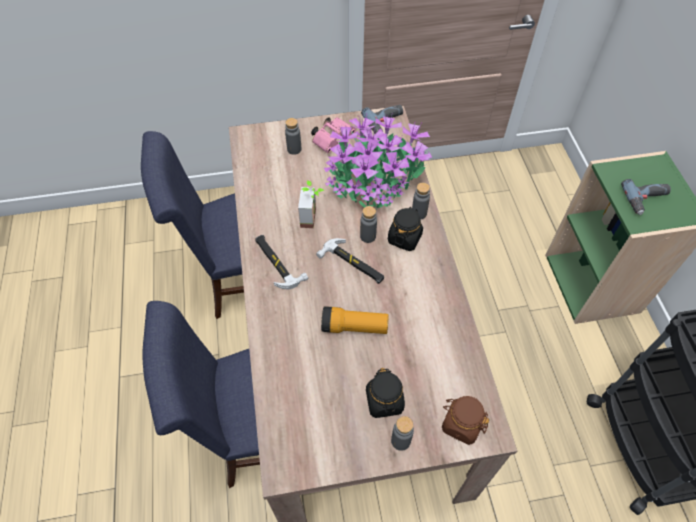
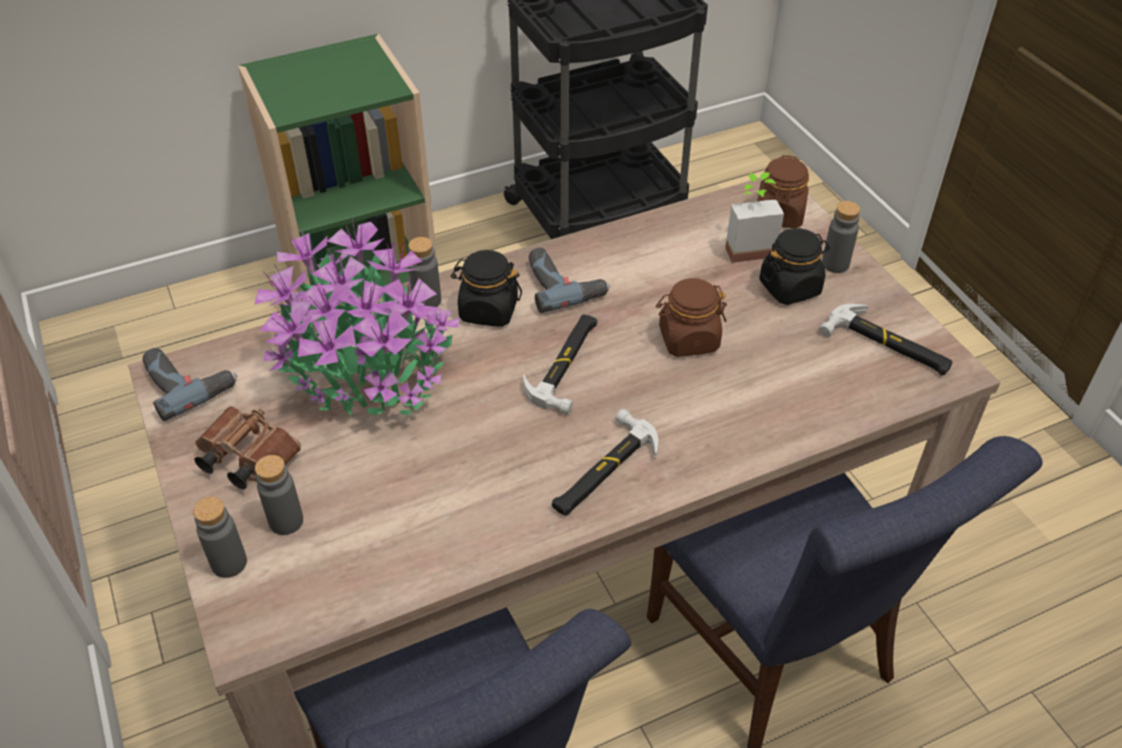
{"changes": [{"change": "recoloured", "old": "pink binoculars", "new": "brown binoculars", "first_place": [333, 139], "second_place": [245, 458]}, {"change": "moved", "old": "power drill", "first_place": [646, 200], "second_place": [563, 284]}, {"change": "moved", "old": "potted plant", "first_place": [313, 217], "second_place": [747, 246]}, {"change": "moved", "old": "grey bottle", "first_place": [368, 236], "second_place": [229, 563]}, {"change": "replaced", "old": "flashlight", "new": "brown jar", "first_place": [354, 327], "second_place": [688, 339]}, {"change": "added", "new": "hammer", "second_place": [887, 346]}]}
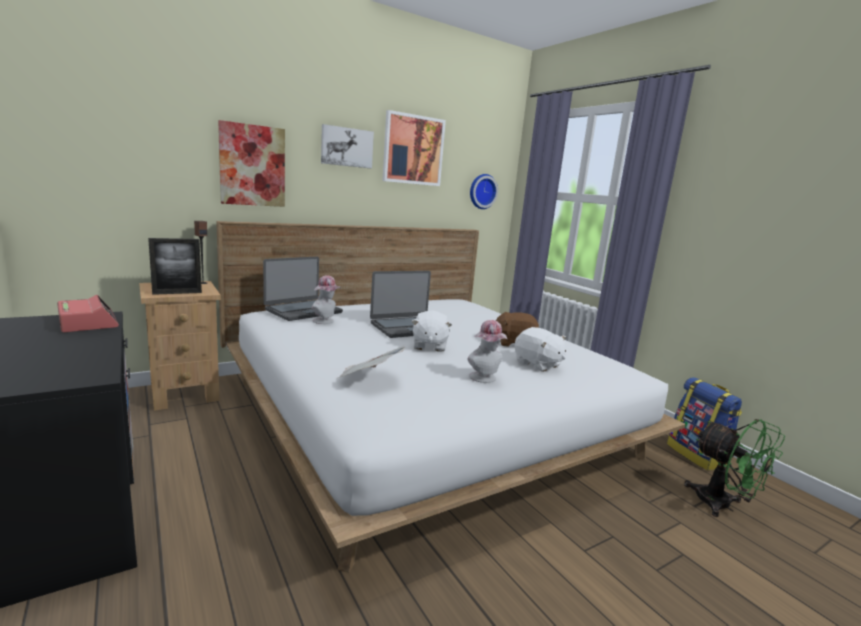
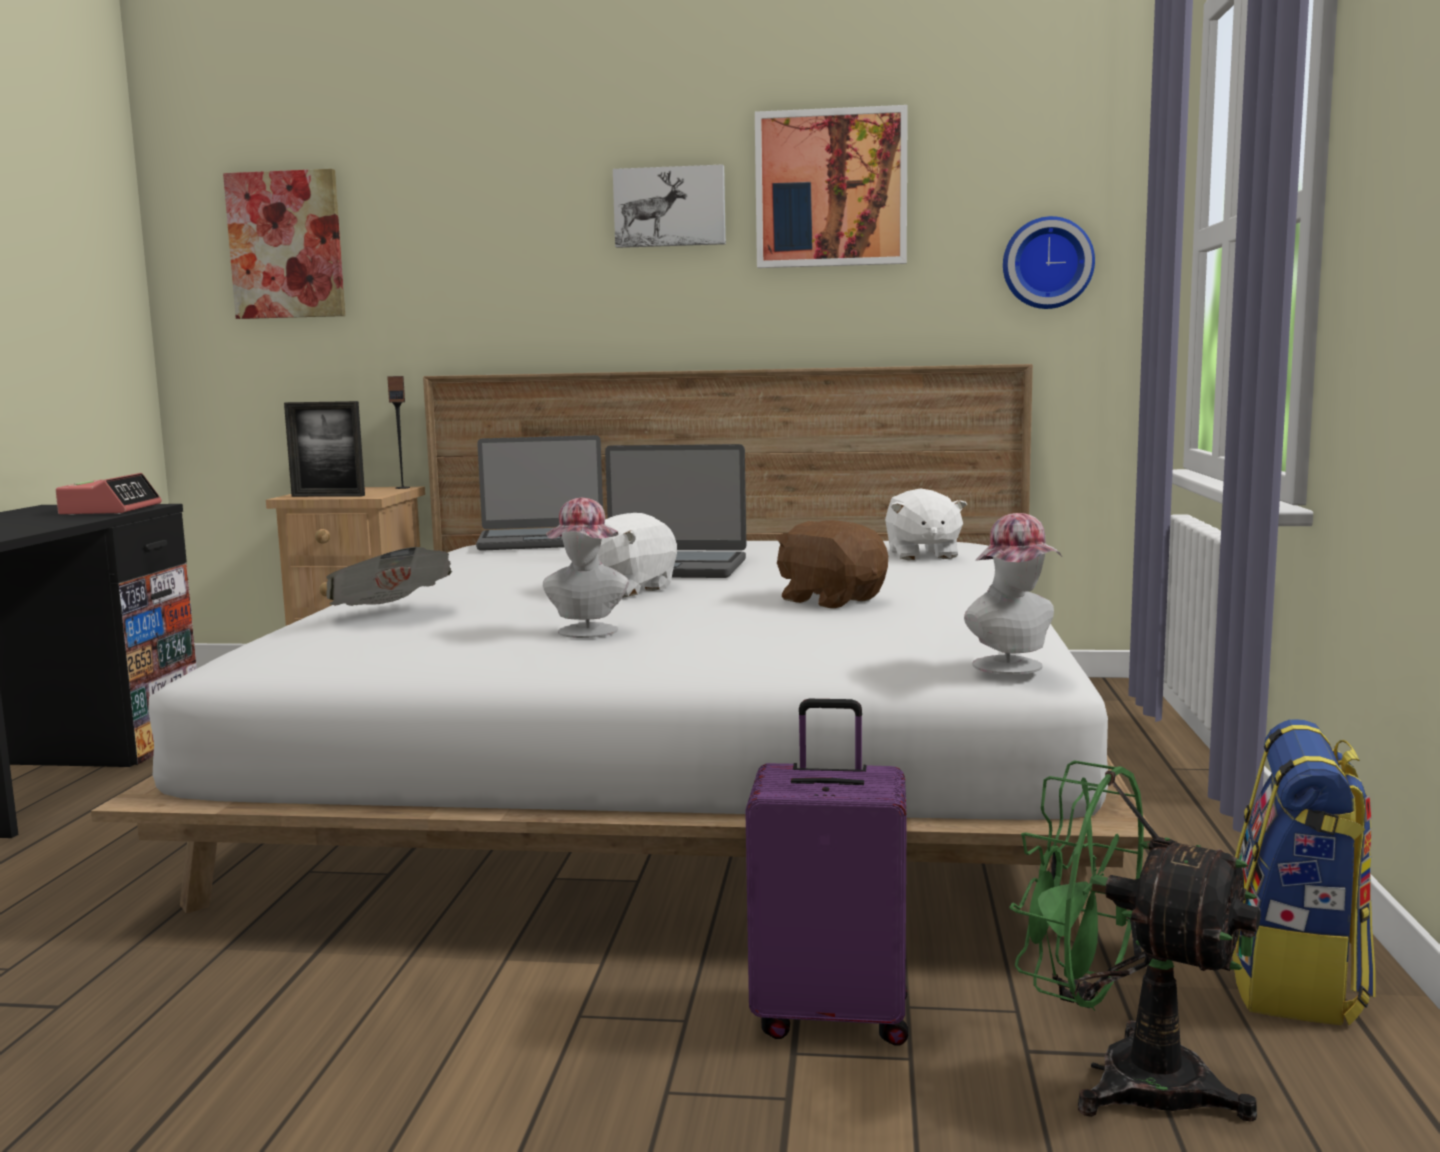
{"changes": [{"change": "moved", "old": "picture", "first_place": [252, 165], "second_place": [286, 245]}, {"change": "moved", "old": "hat", "first_place": [325, 321], "second_place": [1014, 667]}, {"change": "moved", "old": "white plush toy", "first_place": [537, 364], "second_place": [921, 555]}, {"change": "turned", "old": "green fan", "first_place": [722, 506], "second_place": [1123, 1077], "degrees": 120}, {"change": "added", "new": "purple suitcase", "second_place": [832, 1014]}]}
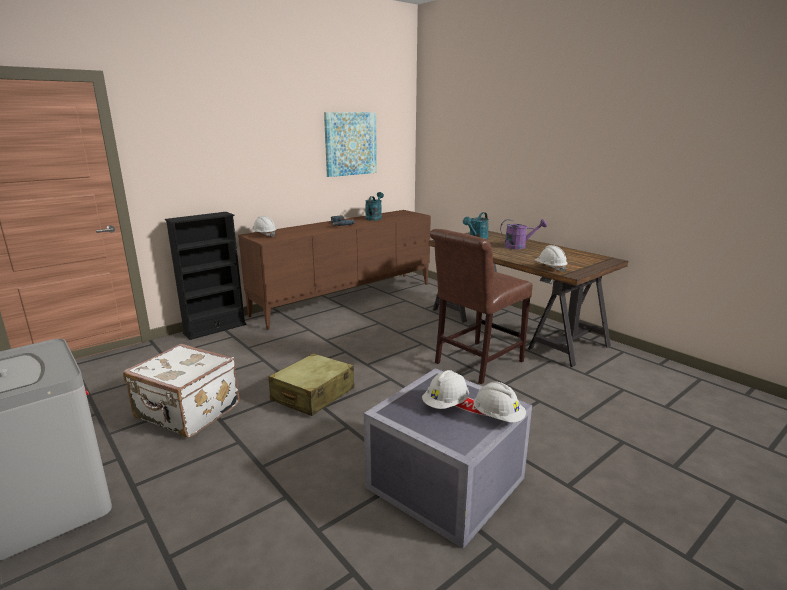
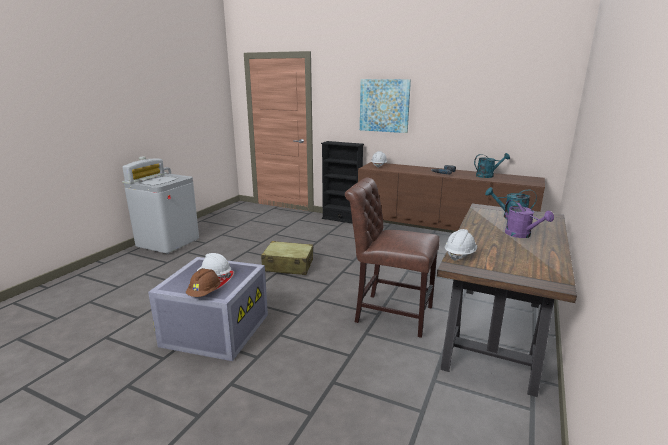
{"changes": [{"change": "moved", "old": "picture", "first_place": [350, 144], "second_place": [384, 105]}, {"change": "removed", "old": "white suitcase", "first_place": [187, 412]}, {"change": "recoloured", "old": "white hard hat", "new": "brown hard hat", "first_place": [498, 417], "second_place": [204, 293]}]}
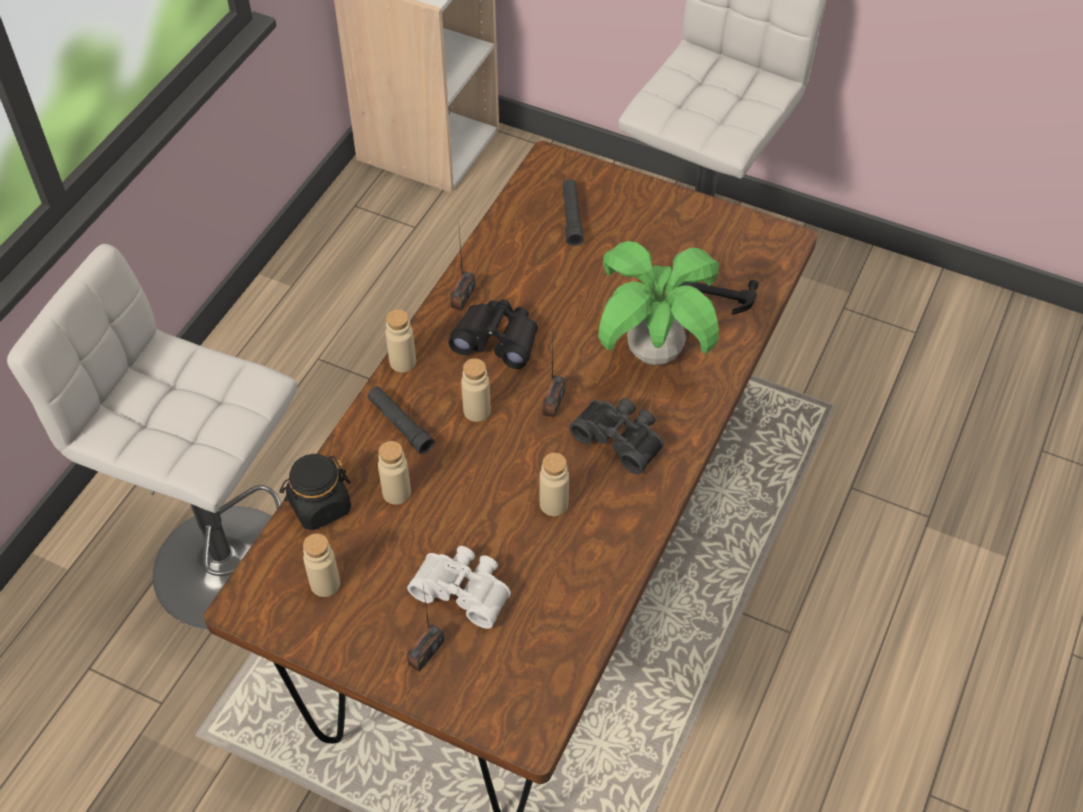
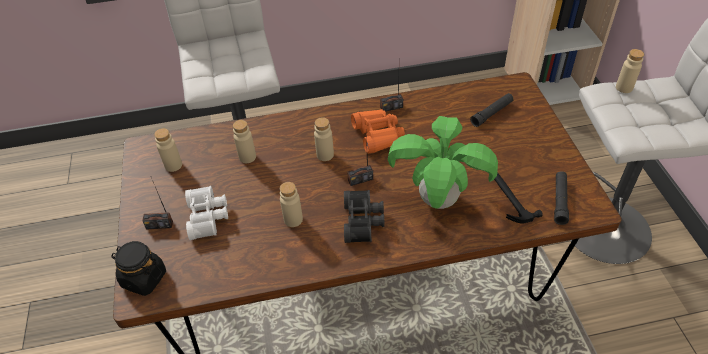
{"changes": [{"change": "recoloured", "old": "black binoculars", "new": "orange binoculars", "first_place": [497, 340], "second_place": [378, 135]}, {"change": "moved", "old": "beige bottle", "first_place": [403, 362], "second_place": [624, 88]}, {"change": "moved", "old": "black flashlight", "first_place": [400, 424], "second_place": [560, 201]}, {"change": "moved", "old": "black jar", "first_place": [319, 506], "second_place": [144, 278]}]}
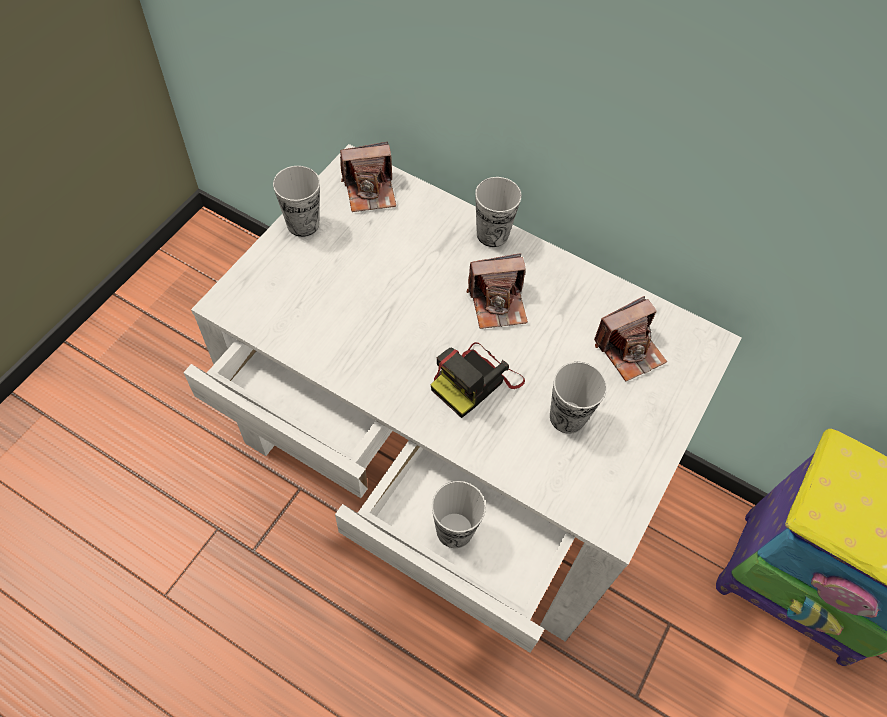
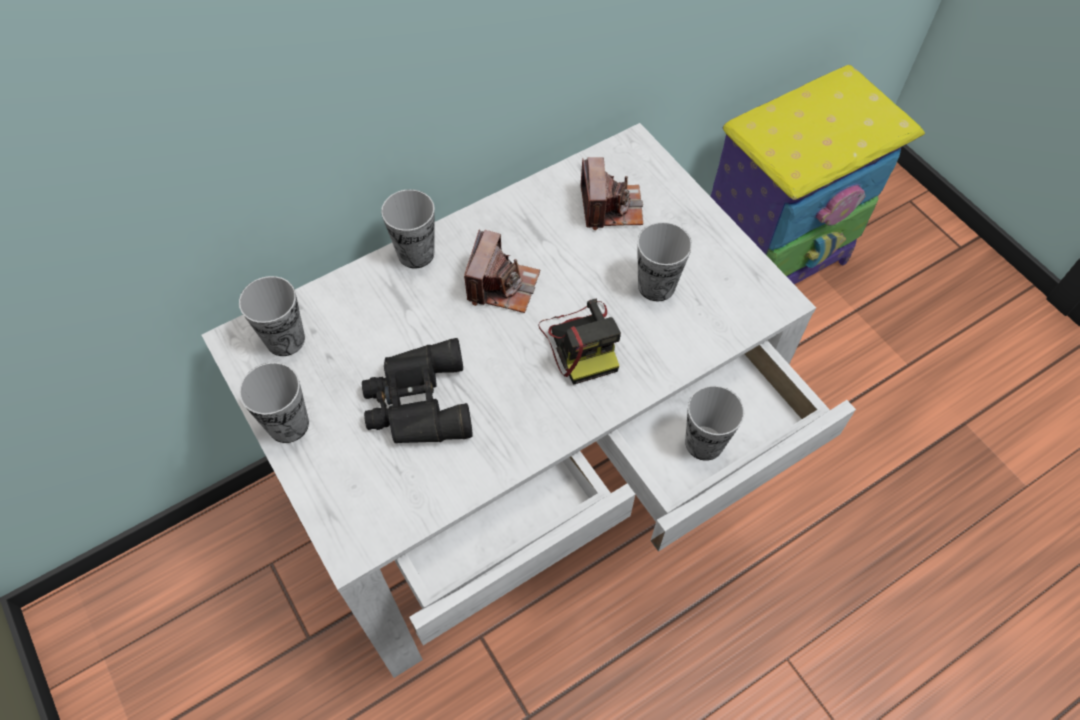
{"changes": [{"change": "replaced", "old": "photo camera", "new": "cup", "first_place": [370, 191], "second_place": [285, 339]}, {"change": "added", "new": "black binoculars", "second_place": [416, 403]}]}
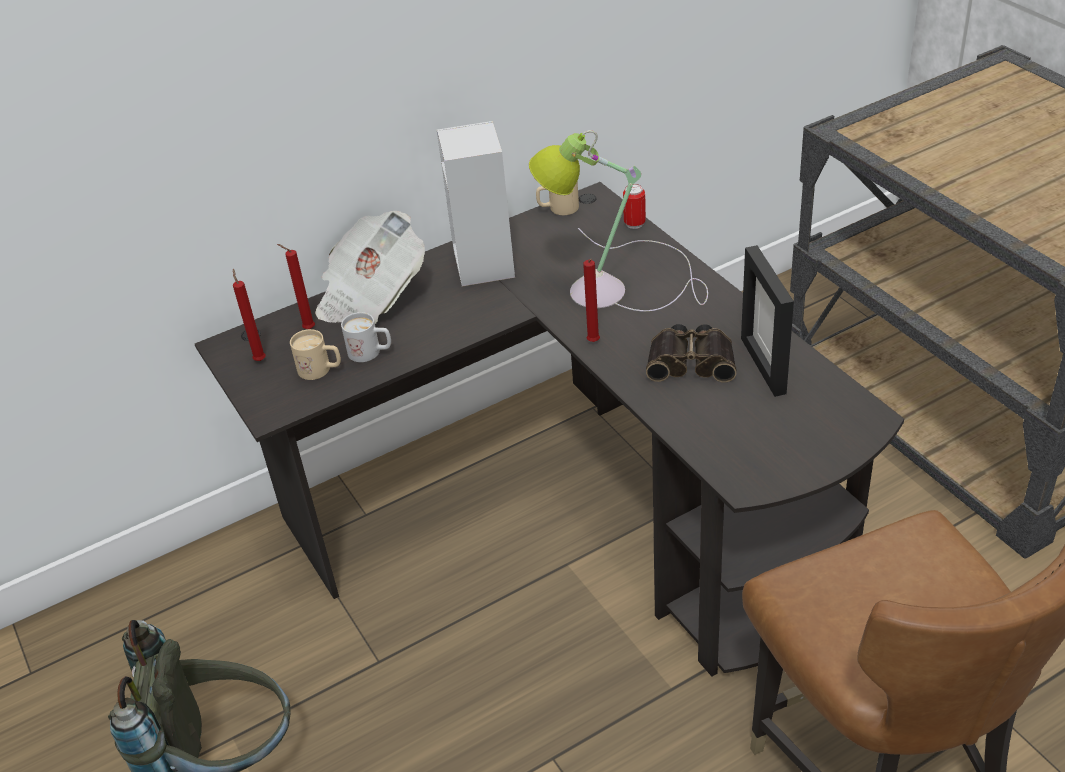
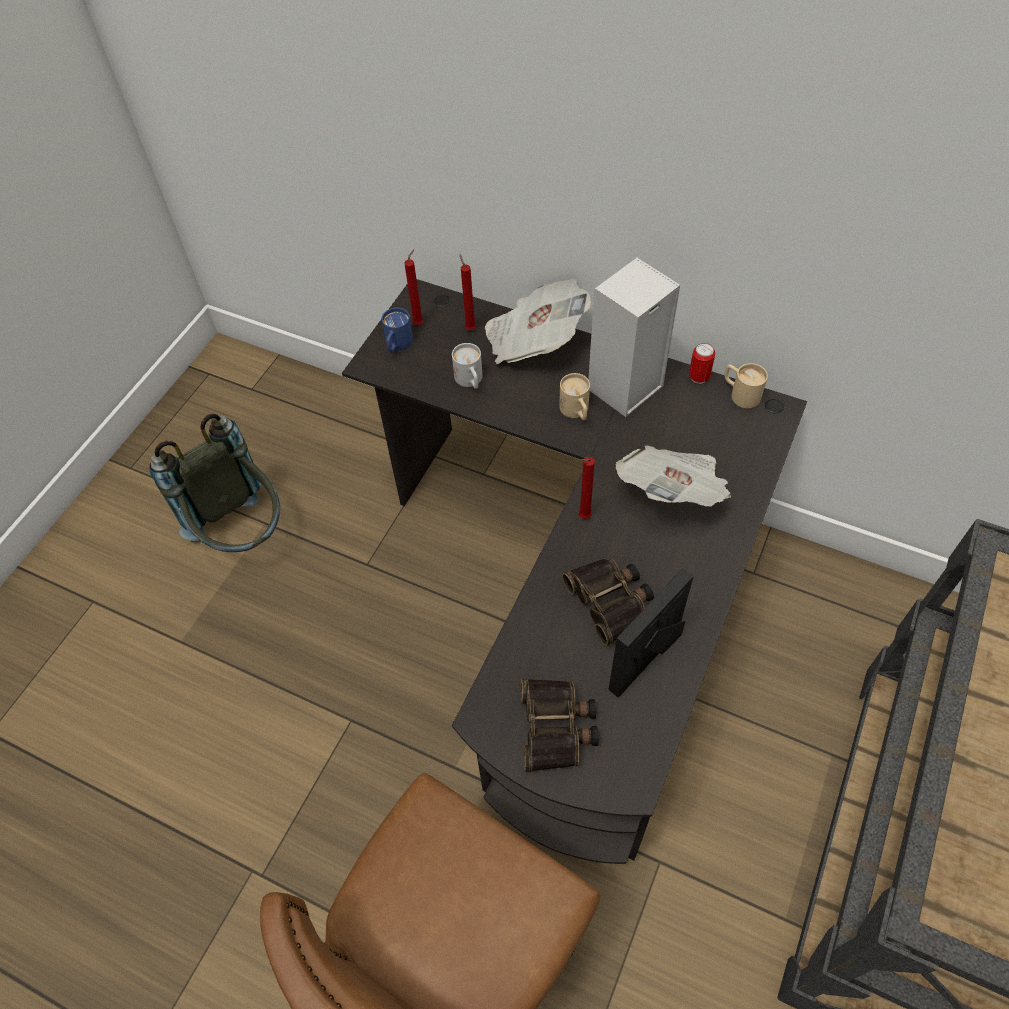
{"changes": [{"change": "replaced", "old": "table lamp", "new": "newspaper", "first_place": [617, 283], "second_place": [673, 492]}, {"change": "moved", "old": "can", "first_place": [634, 224], "second_place": [698, 377]}, {"change": "moved", "old": "beige mug", "first_place": [321, 370], "second_place": [576, 412]}, {"change": "added", "new": "blue mug", "second_place": [397, 345]}, {"change": "added", "new": "binoculars", "second_place": [557, 727]}]}
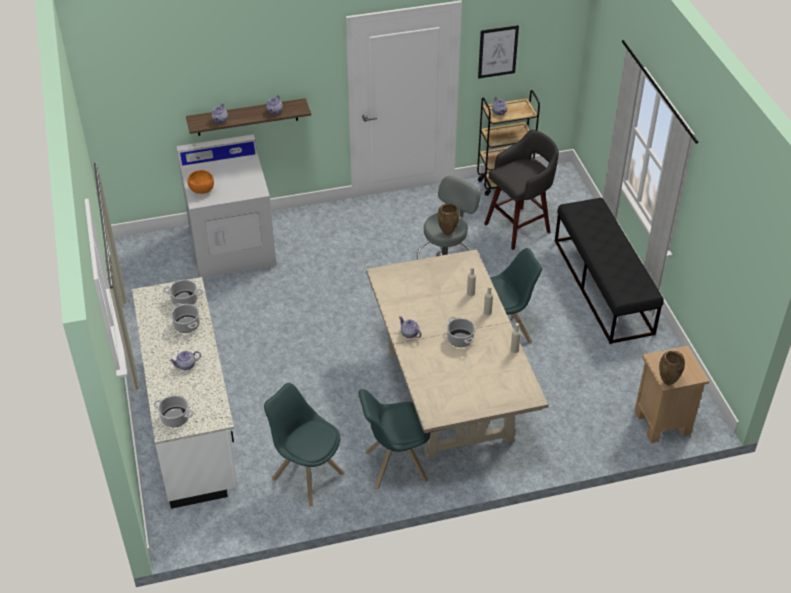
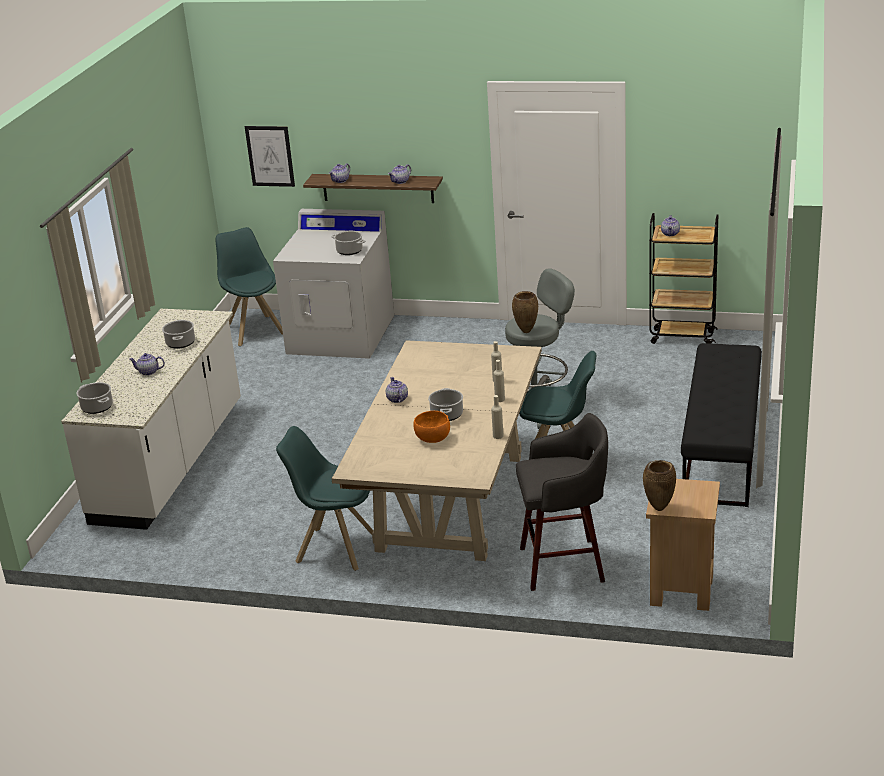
{"changes": [{"change": "moved", "old": "picture", "first_place": [498, 51], "second_place": [270, 156]}, {"change": "moved", "old": "grey stool", "first_place": [519, 227], "second_place": [565, 564]}, {"change": "moved", "old": "orange bowl", "first_place": [202, 189], "second_place": [433, 438]}, {"change": "moved", "old": "cooking pot", "first_place": [184, 300], "second_place": [349, 251]}, {"change": "moved", "old": "turquoise chair", "first_place": [307, 476], "second_place": [254, 330]}]}
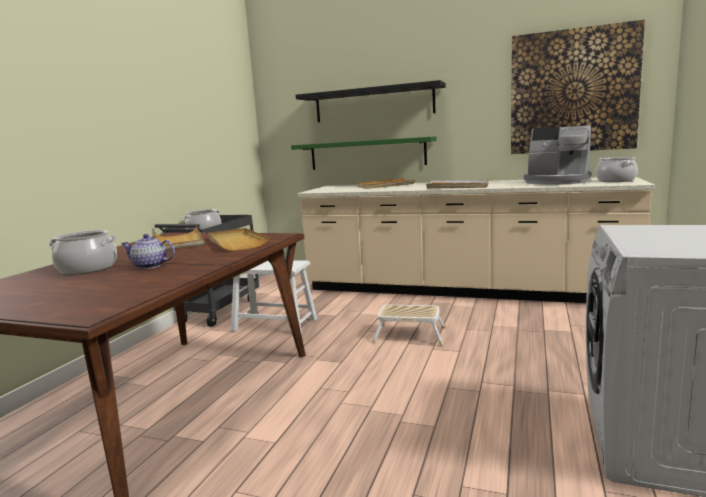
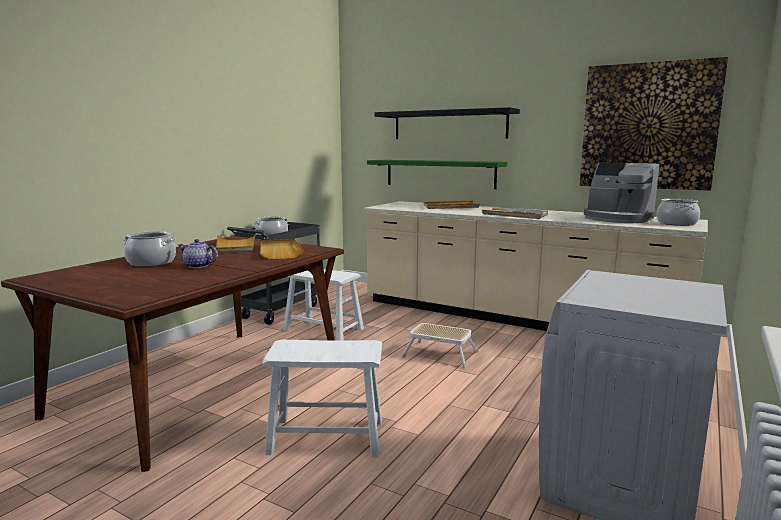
{"changes": [{"change": "added", "new": "white stool", "second_place": [326, 436]}]}
